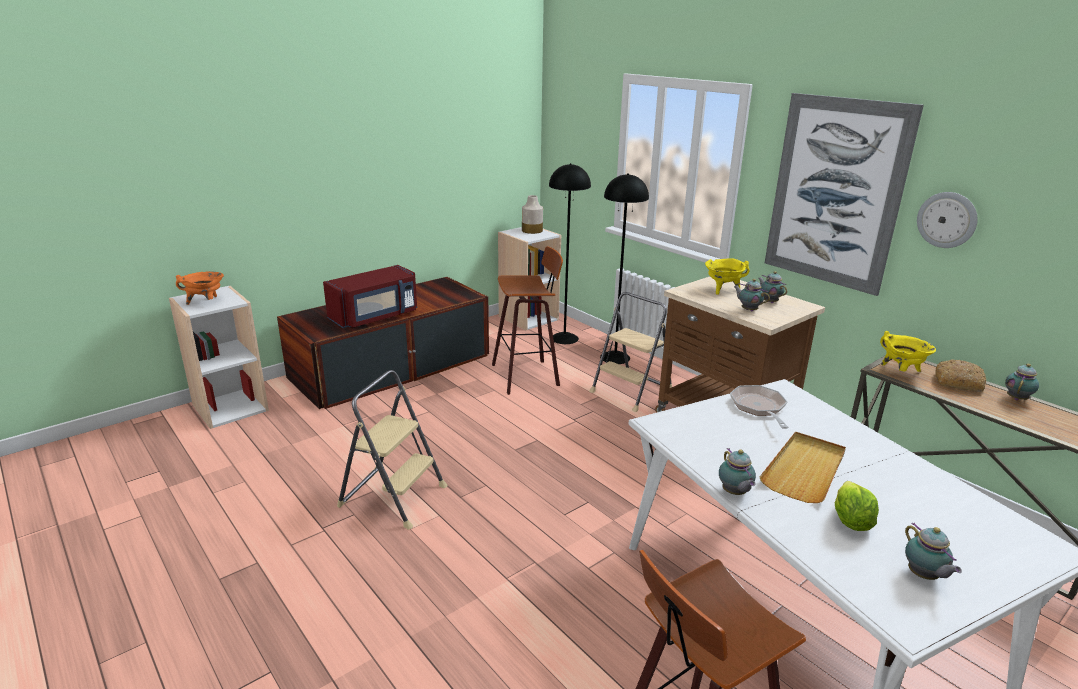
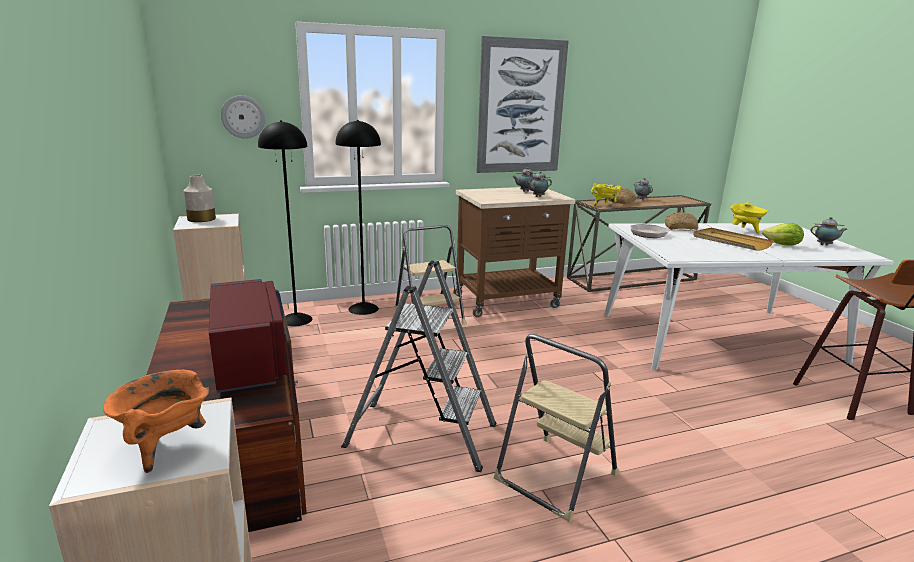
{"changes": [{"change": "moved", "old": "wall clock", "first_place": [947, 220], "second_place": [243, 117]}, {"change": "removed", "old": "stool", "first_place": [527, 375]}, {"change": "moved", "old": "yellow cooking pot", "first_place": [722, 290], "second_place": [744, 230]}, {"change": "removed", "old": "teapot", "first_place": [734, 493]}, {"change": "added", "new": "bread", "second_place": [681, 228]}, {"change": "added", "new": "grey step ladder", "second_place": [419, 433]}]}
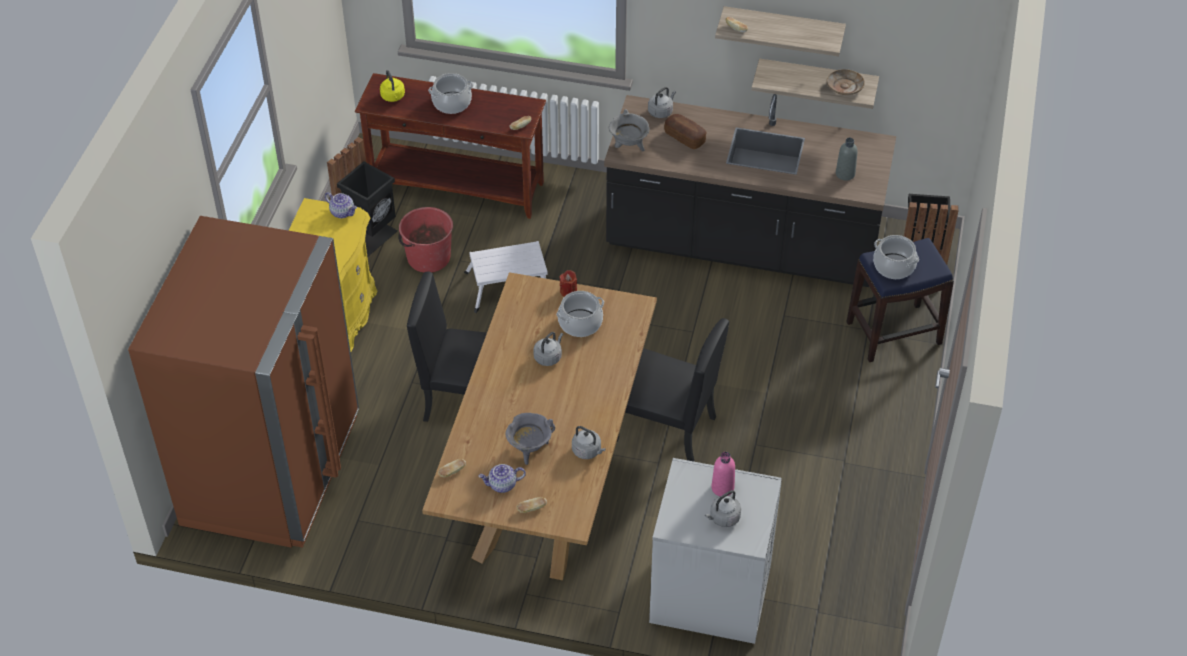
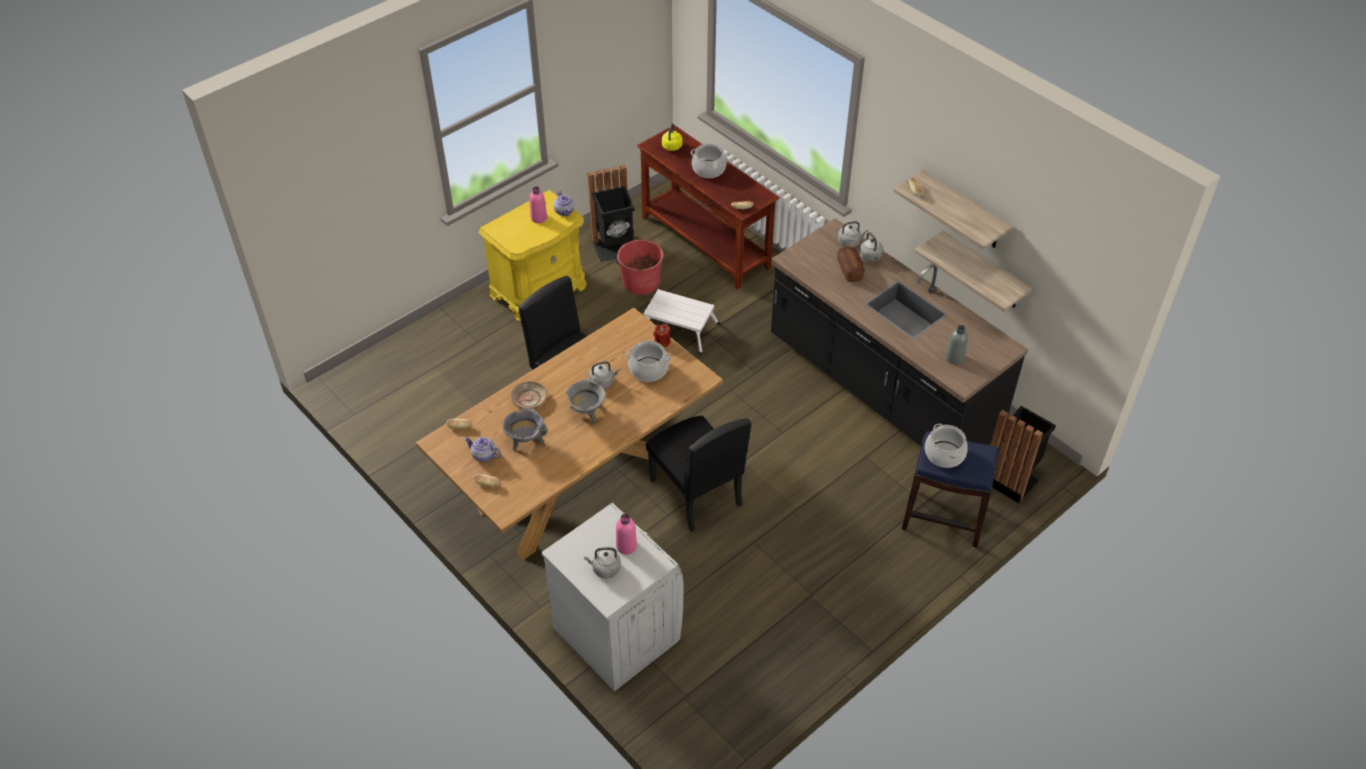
{"changes": [{"change": "moved", "old": "beige plate", "first_place": [844, 87], "second_place": [529, 399]}, {"change": "moved", "old": "grey cooking pot", "first_place": [629, 146], "second_place": [587, 412]}, {"change": "removed", "old": "brown fridge", "first_place": [273, 470]}, {"change": "moved", "old": "grey kettle", "first_place": [588, 451], "second_place": [871, 257]}, {"change": "added", "new": "pink bottle", "second_place": [539, 218]}]}
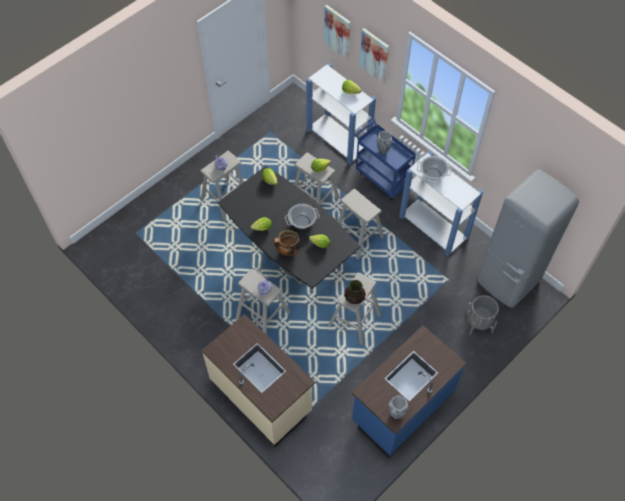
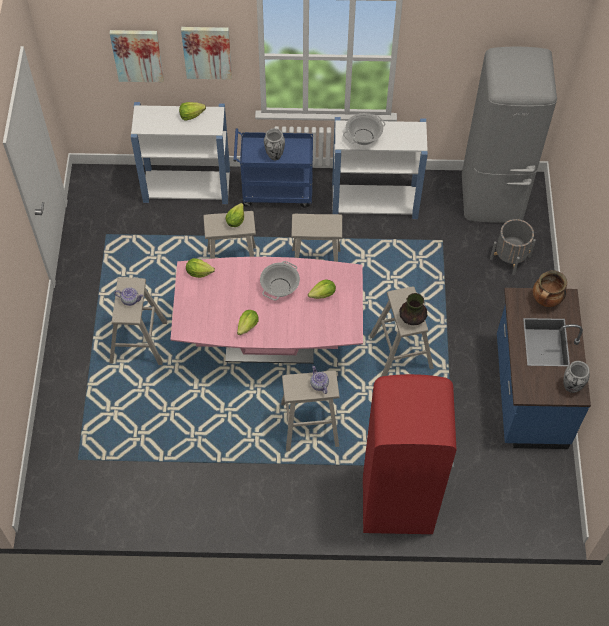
{"changes": [{"change": "recoloured", "old": "black dining table", "new": "pink dining table", "first_place": [289, 256], "second_place": [270, 344]}, {"change": "moved", "old": "cooking pot", "first_place": [288, 251], "second_place": [546, 301]}, {"change": "replaced", "old": "beige counter", "new": "red fridge", "first_place": [262, 396], "second_place": [396, 501]}]}
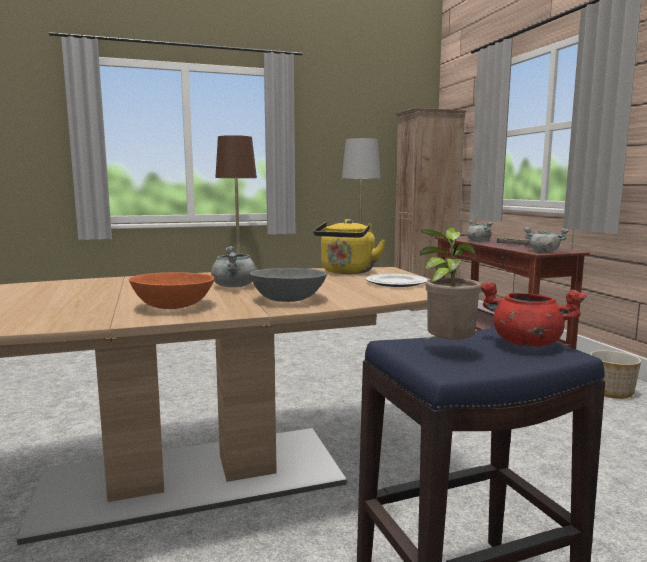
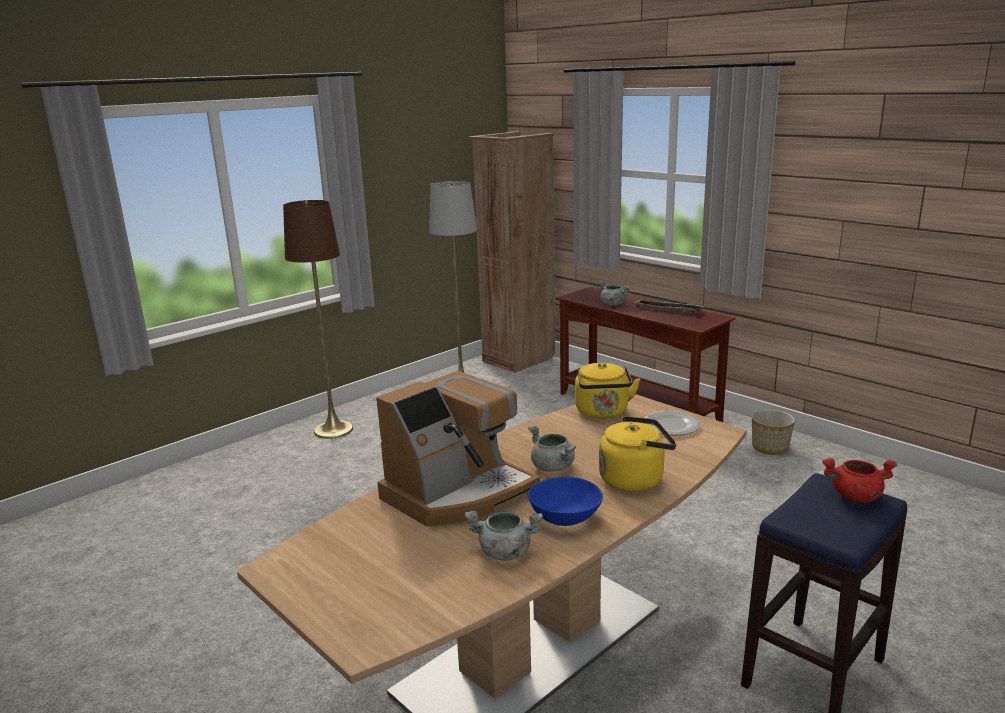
{"changes": [{"change": "removed", "old": "potted plant", "first_place": [446, 350]}, {"change": "moved", "old": "grey cooking pot", "first_place": [544, 252], "second_place": [504, 552]}, {"change": "replaced", "old": "grey bowl", "new": "yellow kettle", "first_place": [288, 299], "second_place": [635, 479]}, {"change": "recoloured", "old": "orange bowl", "new": "blue bowl", "first_place": [173, 306], "second_place": [565, 517]}, {"change": "added", "new": "coffee machine", "second_place": [458, 493]}]}
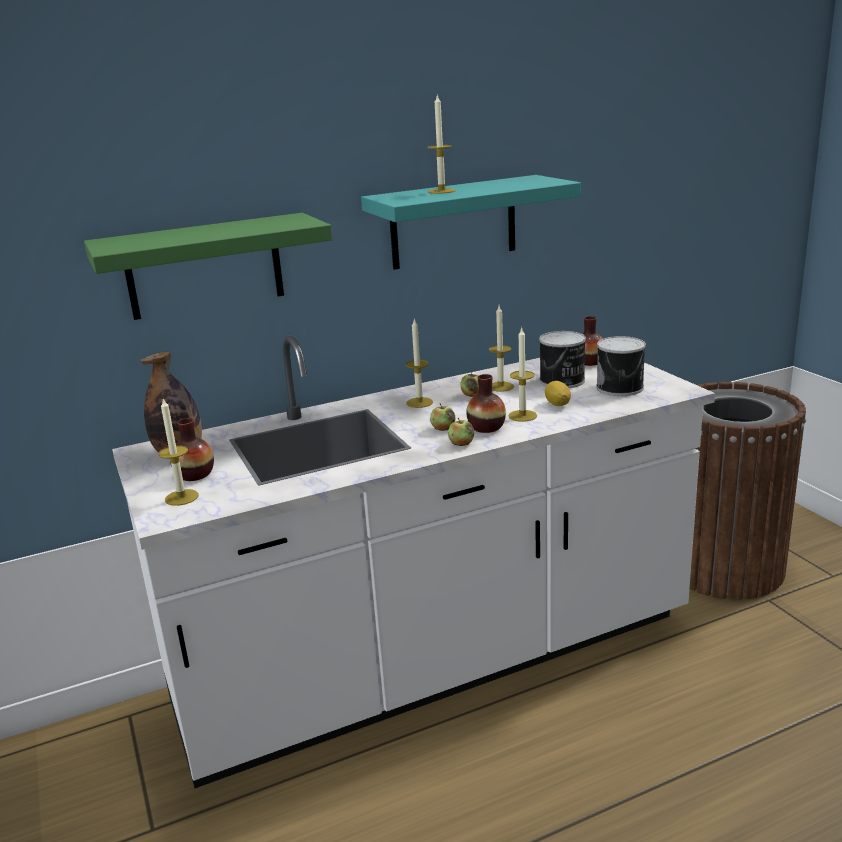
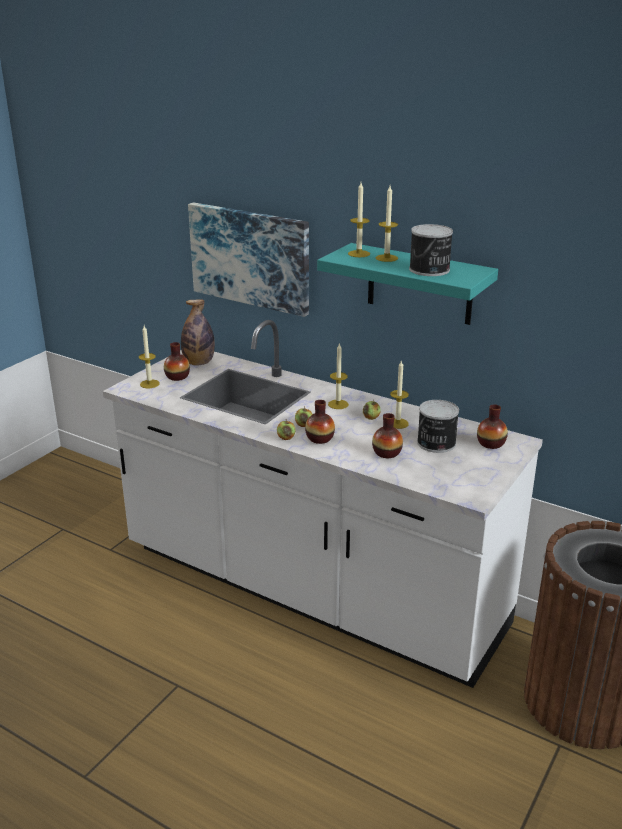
{"changes": [{"change": "replaced", "old": "green shelf", "new": "picture", "first_place": [204, 267], "second_place": [251, 257]}, {"change": "moved", "old": "candle", "first_place": [522, 416], "second_place": [359, 254]}, {"change": "moved", "old": "can", "first_place": [621, 387], "second_place": [430, 270]}, {"change": "replaced", "old": "lemon", "new": "vase", "first_place": [557, 404], "second_place": [387, 453]}]}
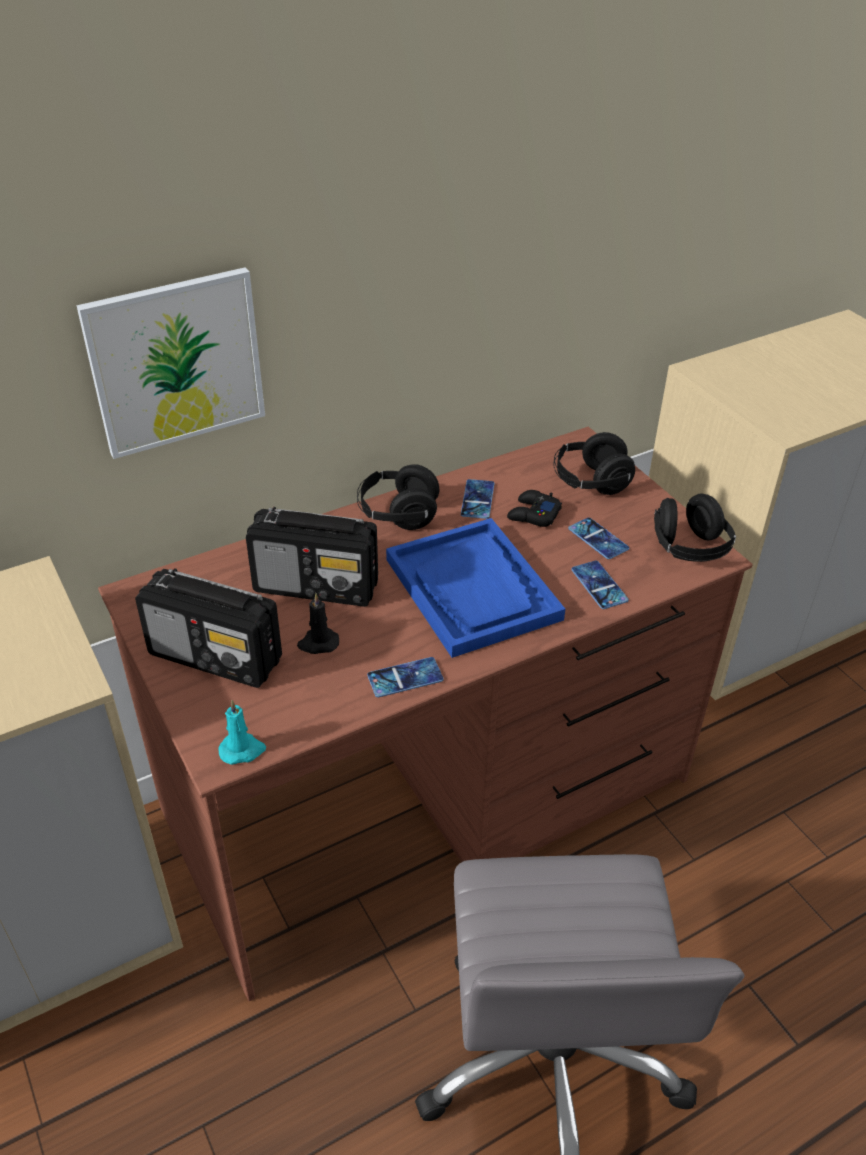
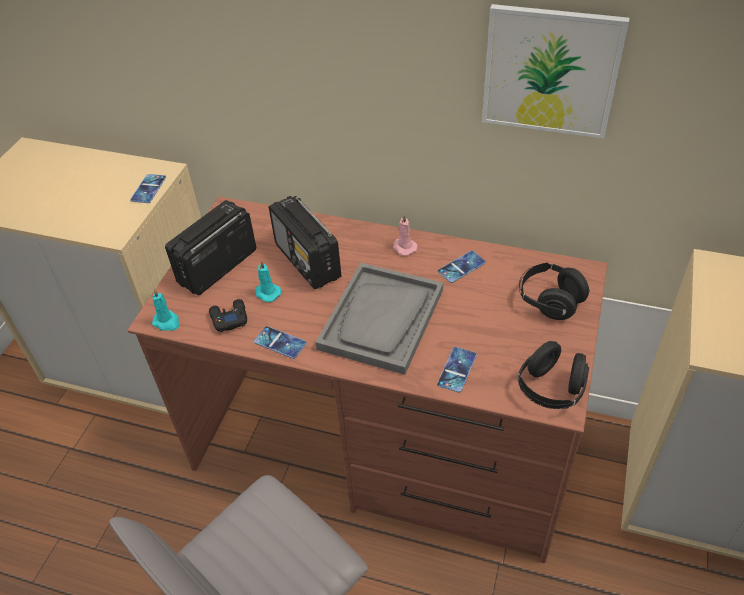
{"changes": [{"change": "moved", "old": "picture", "first_place": [176, 362], "second_place": [550, 71]}, {"change": "replaced", "old": "black headphones", "new": "pink candle", "first_place": [398, 514], "second_place": [404, 247]}, {"change": "moved", "old": "black game controller", "first_place": [533, 514], "second_place": [229, 318]}, {"change": "moved", "old": "phone", "first_place": [598, 539], "second_place": [148, 189]}, {"change": "recoloured", "old": "blue tray", "new": "grey tray", "first_place": [473, 589], "second_place": [381, 319]}, {"change": "turned", "old": "radio", "first_place": [216, 657], "second_place": [217, 267], "degrees": 60}, {"change": "recoloured", "old": "black candle", "new": "turquoise candle", "first_place": [318, 643], "second_place": [267, 293]}]}
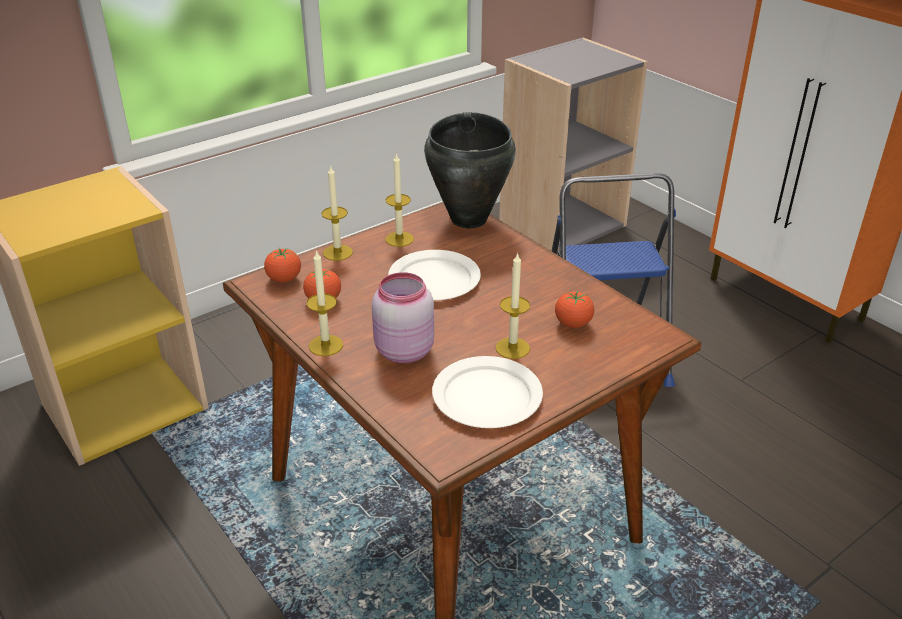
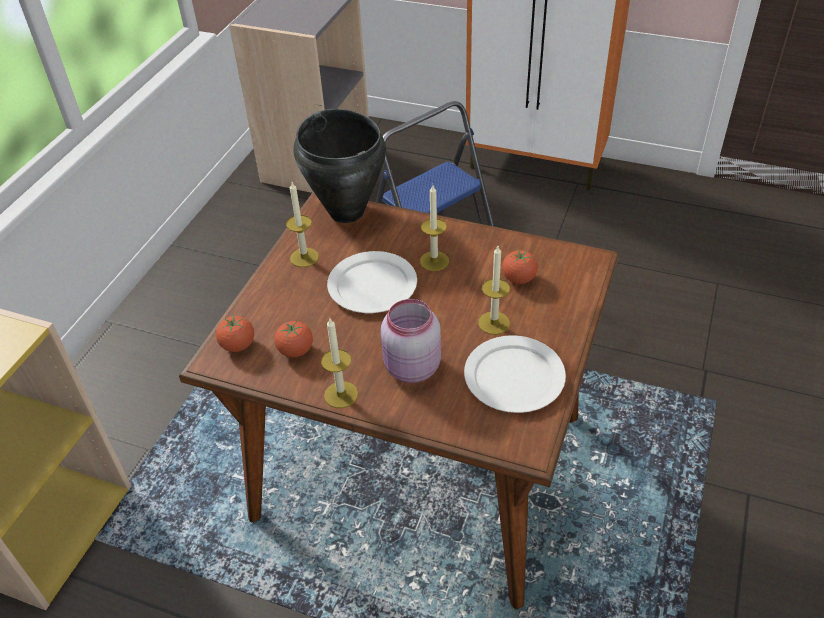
{"changes": [{"change": "moved", "old": "candle", "first_place": [337, 252], "second_place": [434, 261]}]}
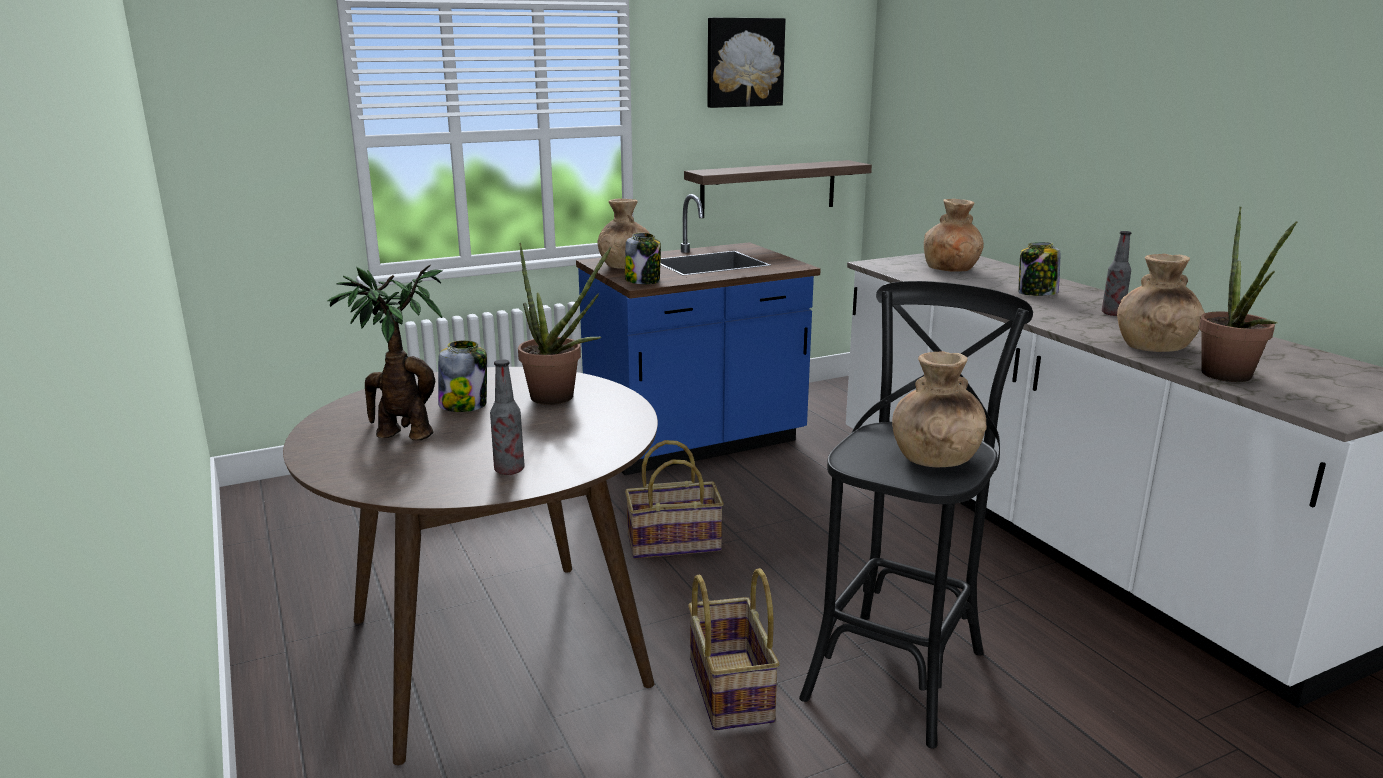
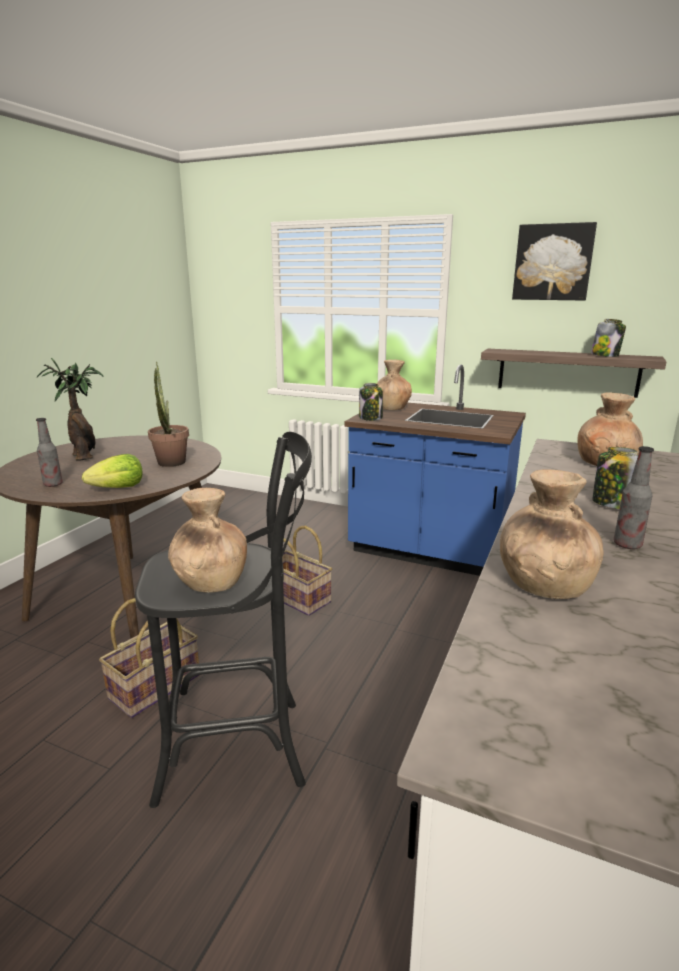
{"changes": [{"change": "removed", "old": "potted plant", "first_place": [1229, 378]}, {"change": "moved", "old": "jar", "first_place": [464, 405], "second_place": [605, 355]}, {"change": "added", "new": "lettuce", "second_place": [118, 488]}]}
